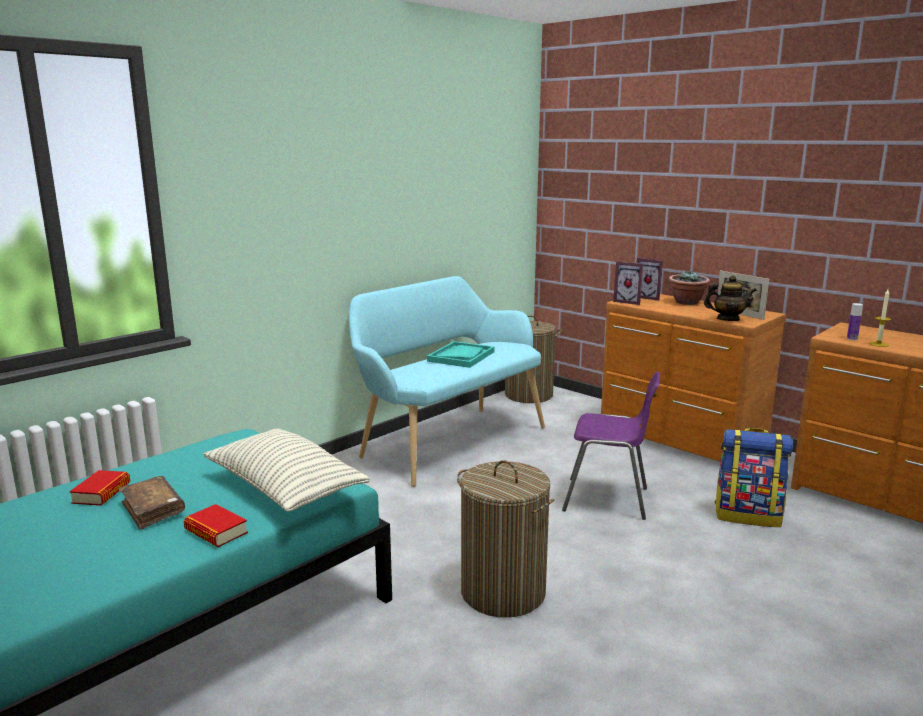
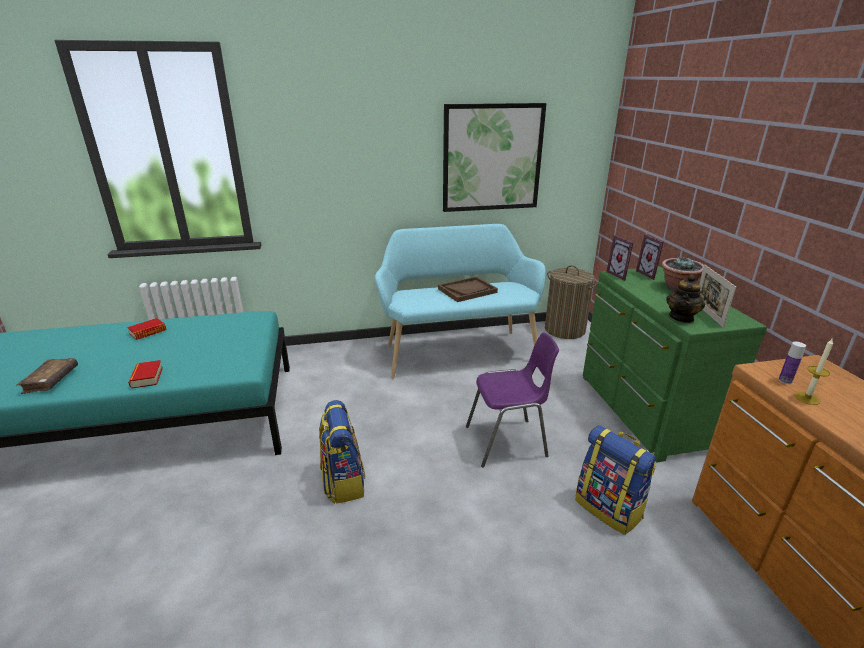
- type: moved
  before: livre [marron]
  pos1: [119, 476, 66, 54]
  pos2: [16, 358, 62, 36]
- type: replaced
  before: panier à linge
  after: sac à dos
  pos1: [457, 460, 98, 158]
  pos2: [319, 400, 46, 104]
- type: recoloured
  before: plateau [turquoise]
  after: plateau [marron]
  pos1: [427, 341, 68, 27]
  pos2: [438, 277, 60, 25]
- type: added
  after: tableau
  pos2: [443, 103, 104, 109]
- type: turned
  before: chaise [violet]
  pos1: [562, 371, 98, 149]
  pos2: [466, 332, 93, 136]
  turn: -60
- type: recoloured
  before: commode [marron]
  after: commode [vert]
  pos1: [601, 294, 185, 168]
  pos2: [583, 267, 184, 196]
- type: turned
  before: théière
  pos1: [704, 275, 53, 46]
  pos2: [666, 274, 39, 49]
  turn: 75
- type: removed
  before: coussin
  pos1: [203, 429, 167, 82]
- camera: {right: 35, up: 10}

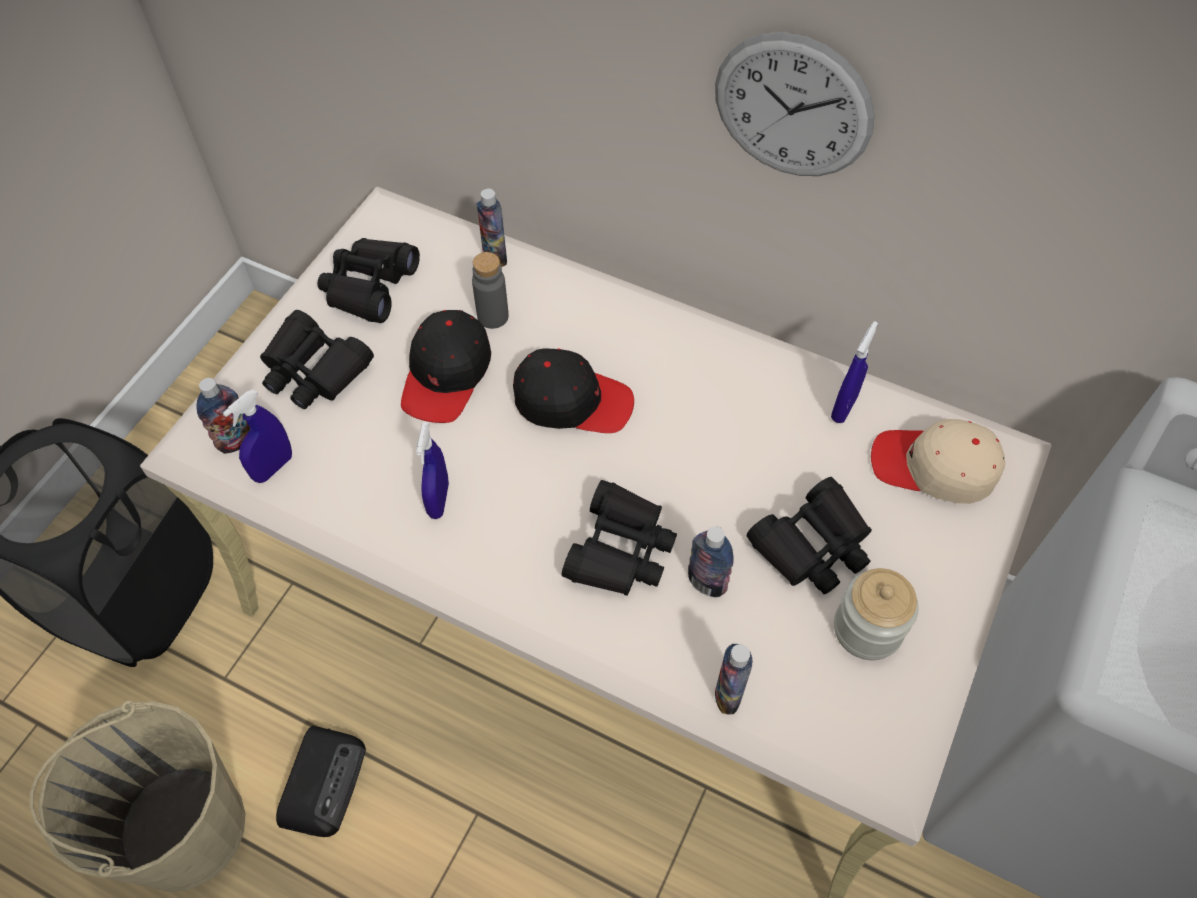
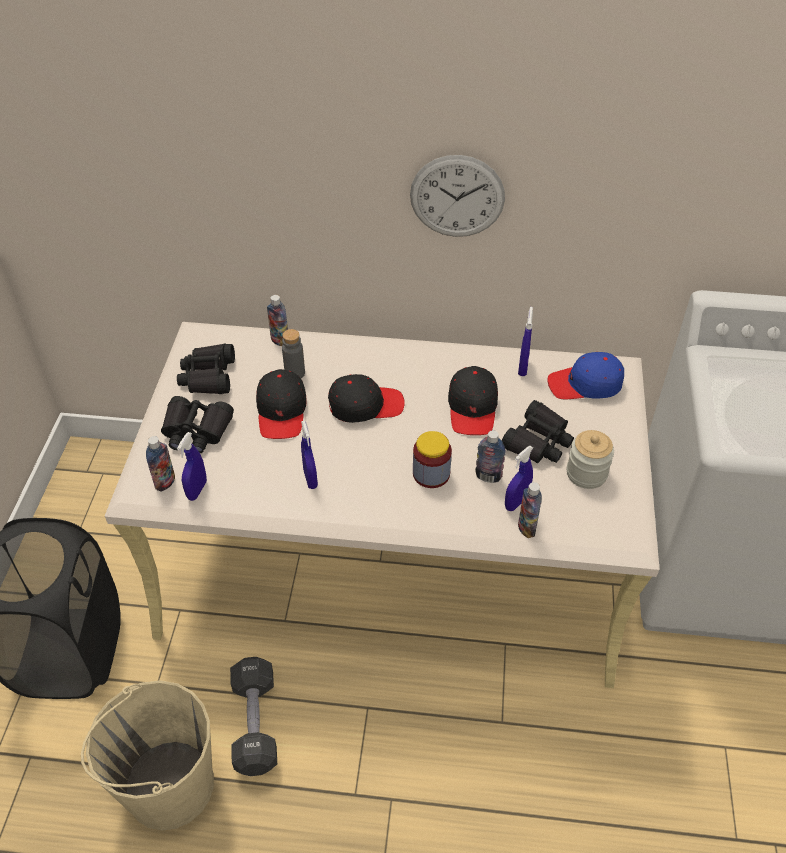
- type: replaced
  before: radio
  after: haltère [noir]
  pos1: [276, 726, 90, 111]
  pos2: [230, 657, 47, 119]
- type: replaced
  before: jumelles [noir]
  after: bocal
  pos1: [562, 480, 115, 116]
  pos2: [413, 431, 39, 57]
- type: added
  after: casquette [noir]
  pos2: [448, 366, 50, 69]
- type: added
  after: vaporisateur [bleu]
  pos2: [505, 446, 28, 65]
- type: recoloured
  before: casquette [beige]
  after: casquette [bleu]
  pos1: [871, 419, 134, 85]
  pos2: [547, 352, 77, 48]
- camera: {right: -20, up: -10}

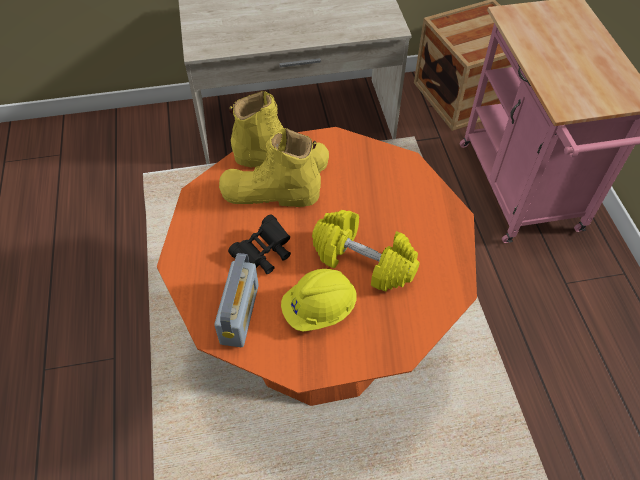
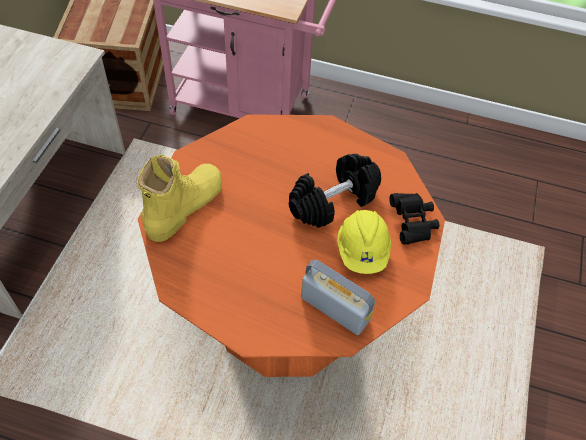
- type: recoloured
  before: haltère [jaune]
  after: haltère [noir]
  pos1: [312, 210, 108, 82]
  pos2: [289, 154, 92, 74]
- type: moved
  before: jumelles [noir]
  pos1: [228, 215, 63, 59]
  pos2: [389, 193, 51, 52]
- type: removed
  before: botte [jaune]
  pos1: [219, 128, 102, 79]
- camera: {right: -65, up: 0}

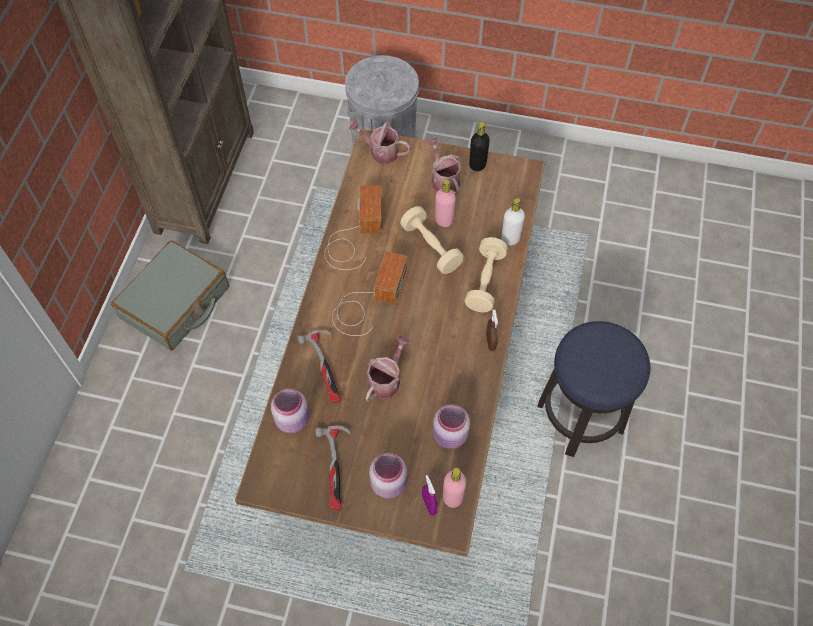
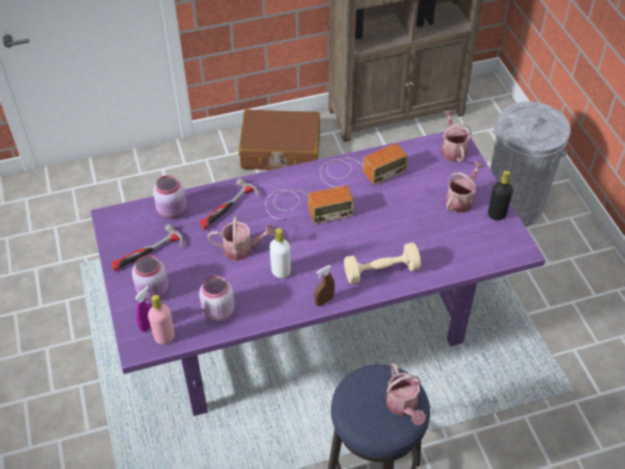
- type: recoloured
  before: table à manger [marron]
  after: table à manger [violet]
  pos1: [235, 129, 310, 427]
  pos2: [91, 127, 454, 289]
- type: recoloured
  before: valise [gris]
  after: valise [marron]
  pos1: [111, 240, 118, 111]
  pos2: [239, 109, 81, 62]
- type: moved
  before: bouteille [blanc]
  pos1: [501, 198, 24, 47]
  pos2: [269, 228, 22, 50]
- type: added
  after: arrosoir
  pos2: [386, 363, 40, 62]
- type: removed
  before: haltère [beige]
  pos1: [400, 206, 64, 68]
- type: removed
  before: bouteille [rose]
  pos1: [435, 179, 21, 48]
- camera: {right: 60, up: -10}

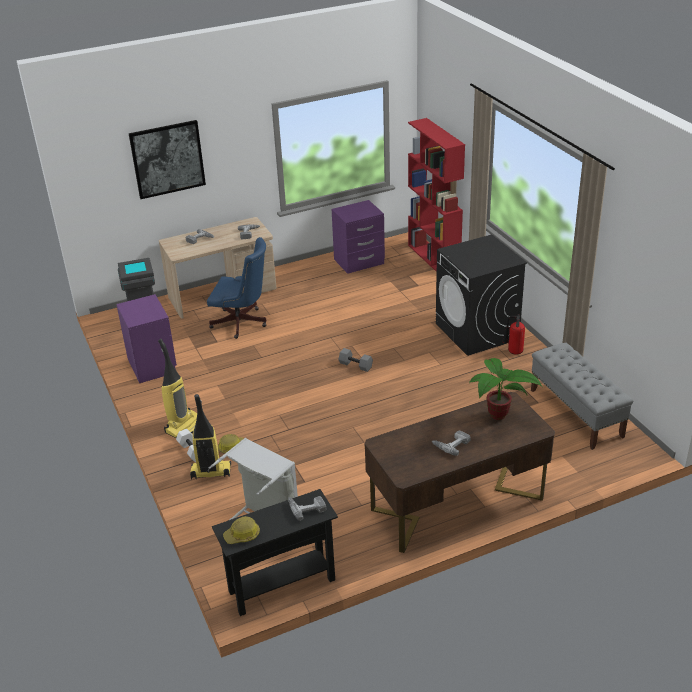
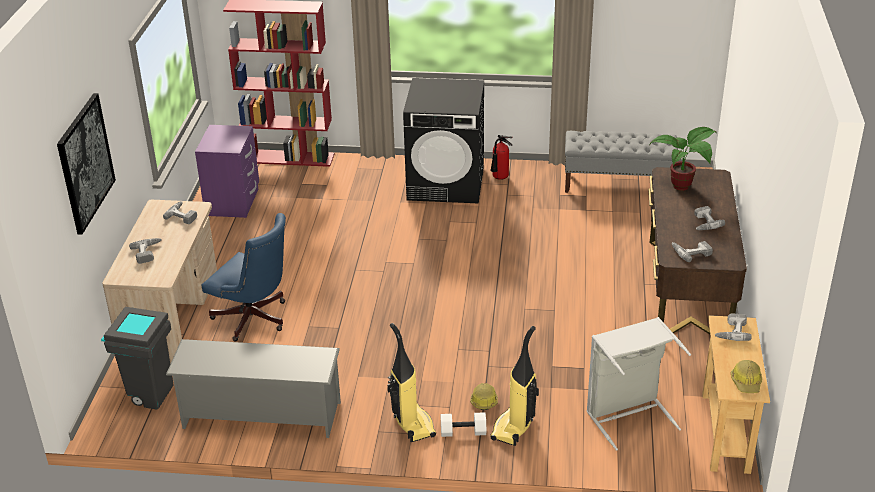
- type: replaced
  before: table de chevet [violet]
  after: étagère à chaussures [gris]
  pos1: [116, 294, 61, 89]
  pos2: [166, 339, 175, 99]
- type: turned
  before: chaise de bureau [bleu]
  pos1: [207, 237, 59, 102]
  pos2: [201, 213, 85, 129]
  turn: 75
- type: added
  after: perceuse
  pos2: [672, 241, 41, 21]
- type: recoloured
  before: table console [noir]
  after: table console [beige]
  pos1: [212, 489, 126, 127]
  pos2: [702, 315, 68, 159]
- type: removed
  before: haltère [gris]
  pos1: [338, 348, 35, 24]
- camera: {right: -60, up: 0}

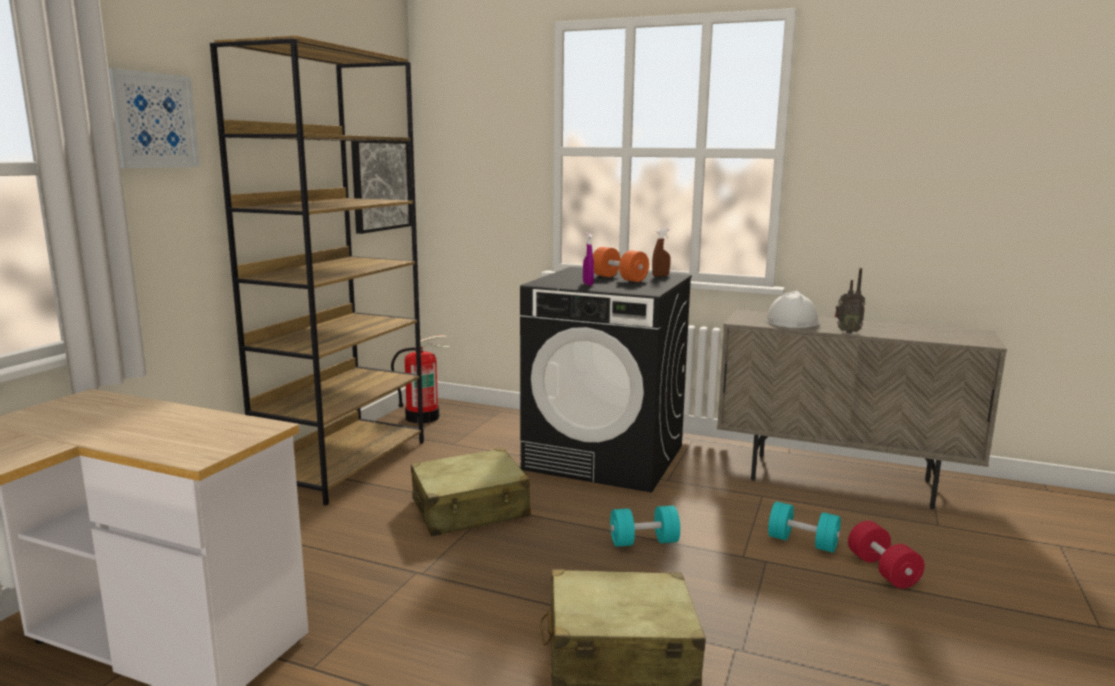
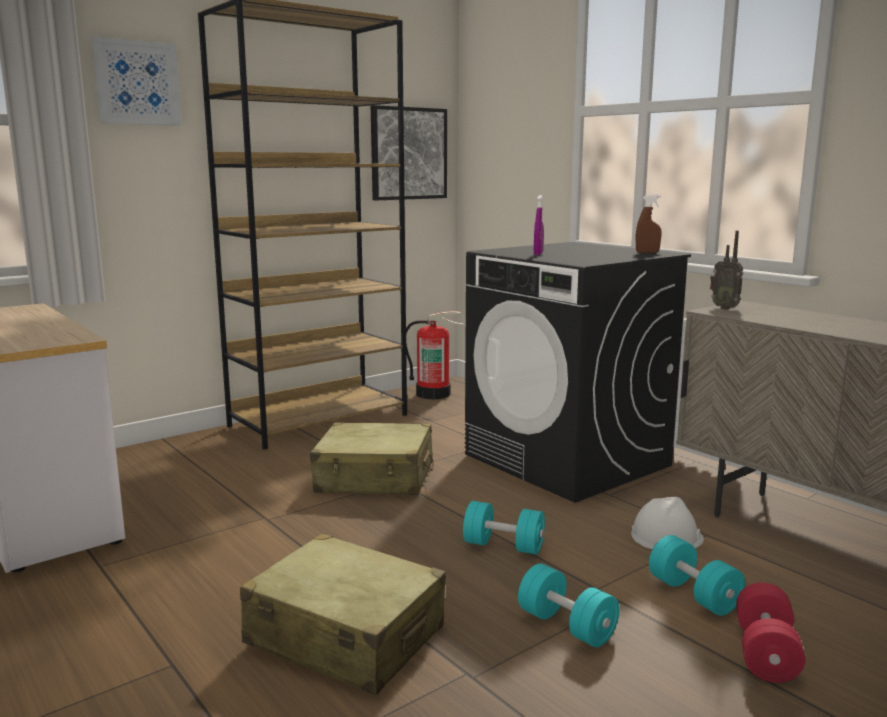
- type: added
  after: haltère [turquoise]
  pos2: [518, 563, 101, 84]
- type: moved
  before: casque de chantier [blanc]
  pos1: [766, 291, 54, 37]
  pos2: [631, 497, 73, 52]
- type: moved
  before: radio
  pos1: [835, 268, 30, 66]
  pos2: [710, 231, 33, 79]
- type: removed
  before: haltère [orange]
  pos1: [593, 247, 56, 35]
- camera: {right: 30, up: 0}

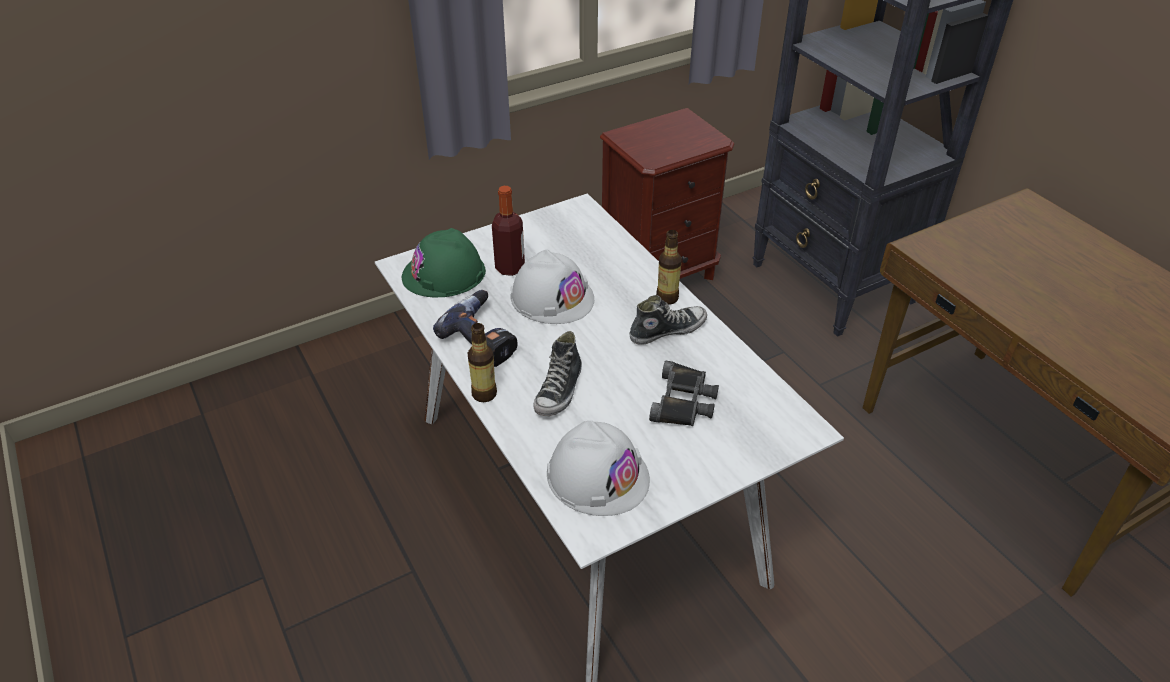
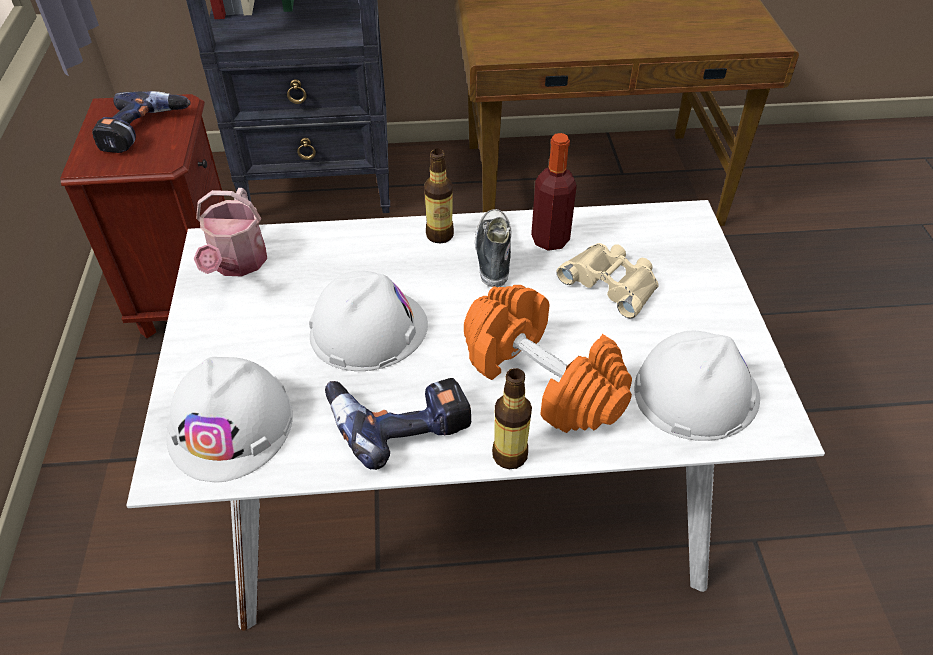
- type: added
  after: perceuse
  pos2: [92, 91, 98, 62]
- type: recoloured
  before: casque de chantier [vert]
  after: casque de chantier [blanc]
  pos1: [402, 228, 84, 69]
  pos2: [166, 357, 127, 126]
- type: added
  after: arrosoir
  pos2: [194, 188, 73, 88]
- type: replaced
  before: chaussure
  after: haltère [orange]
  pos1: [534, 331, 48, 85]
  pos2: [464, 285, 168, 148]
- type: moved
  before: bouteille
  pos1: [492, 186, 33, 90]
  pos2: [531, 133, 46, 118]
- type: recoloured
  before: jumelles [noir]
  after: jumelles [beige]
  pos1: [649, 361, 70, 65]
  pos2: [557, 243, 102, 76]
- camera: {right: -65, up: 5}

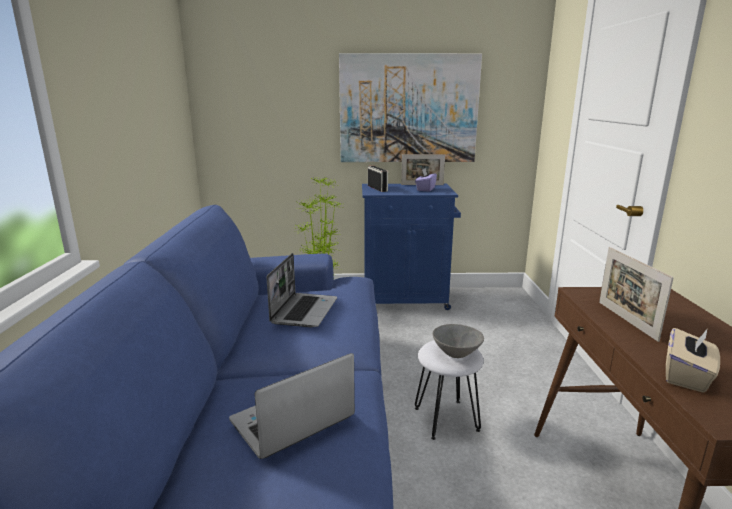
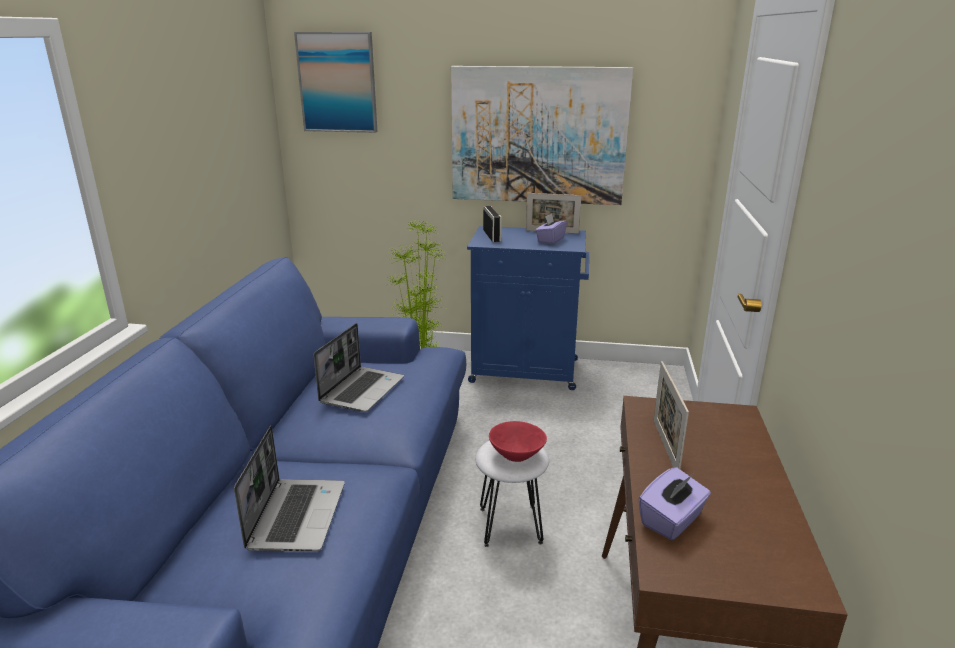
- type: turned
  before: ordinateur portable
  pos1: [229, 353, 126, 106]
  pos2: [234, 426, 111, 125]
  turn: 120
- type: added
  after: tableau
  pos2: [294, 32, 83, 101]
- type: recoloured
  before: bol [gris]
  after: bol [rouge]
  pos1: [432, 324, 52, 34]
  pos2: [489, 421, 58, 41]
- type: recoloured
  before: boîte à mouchoirs [beige]
  after: boîte à mouchoirs [violet]
  pos1: [666, 327, 54, 66]
  pos2: [639, 467, 72, 73]
- camera: {right: 10, up: 5}

